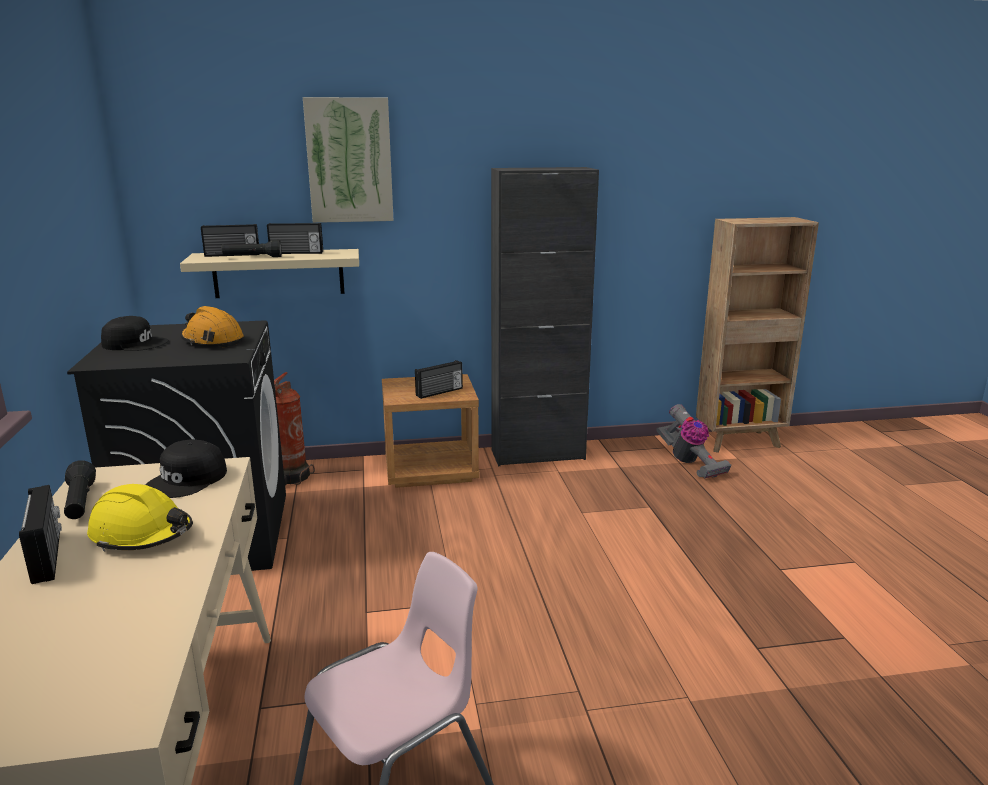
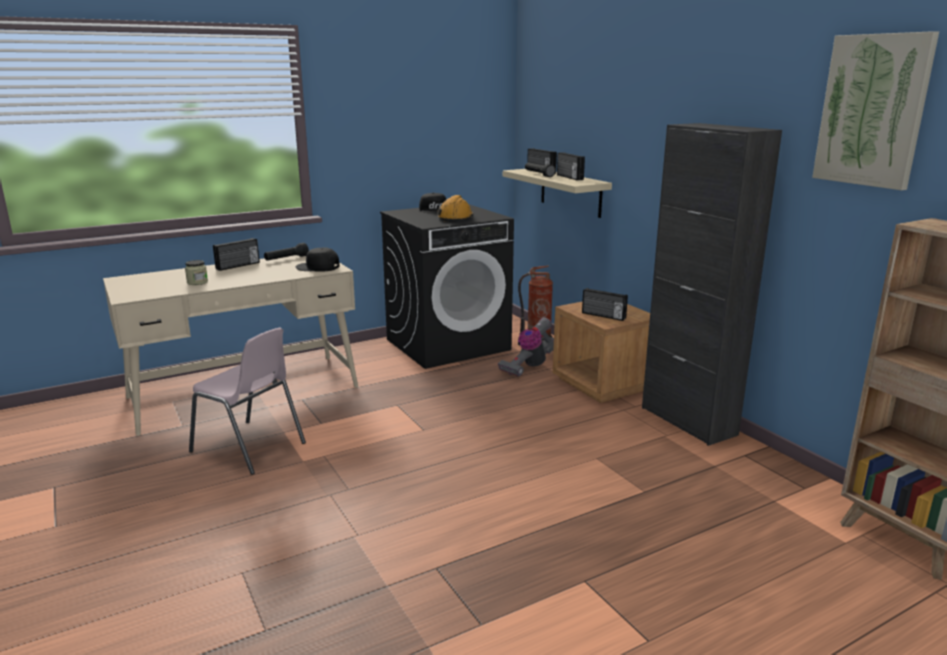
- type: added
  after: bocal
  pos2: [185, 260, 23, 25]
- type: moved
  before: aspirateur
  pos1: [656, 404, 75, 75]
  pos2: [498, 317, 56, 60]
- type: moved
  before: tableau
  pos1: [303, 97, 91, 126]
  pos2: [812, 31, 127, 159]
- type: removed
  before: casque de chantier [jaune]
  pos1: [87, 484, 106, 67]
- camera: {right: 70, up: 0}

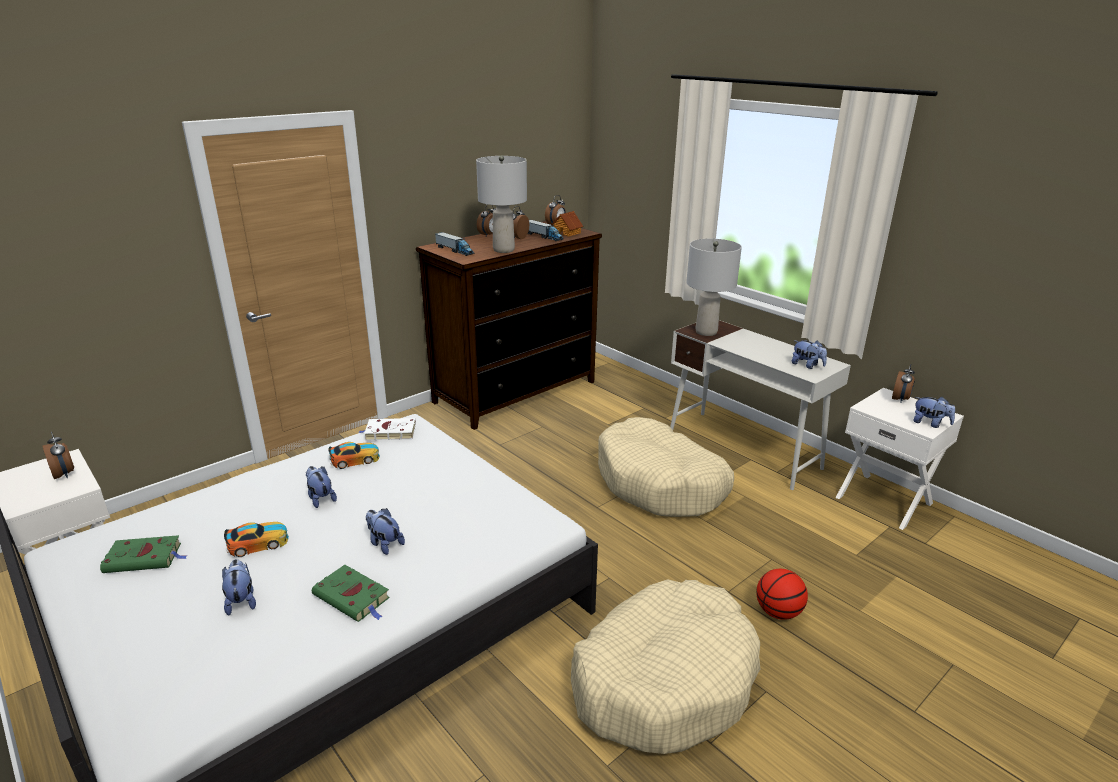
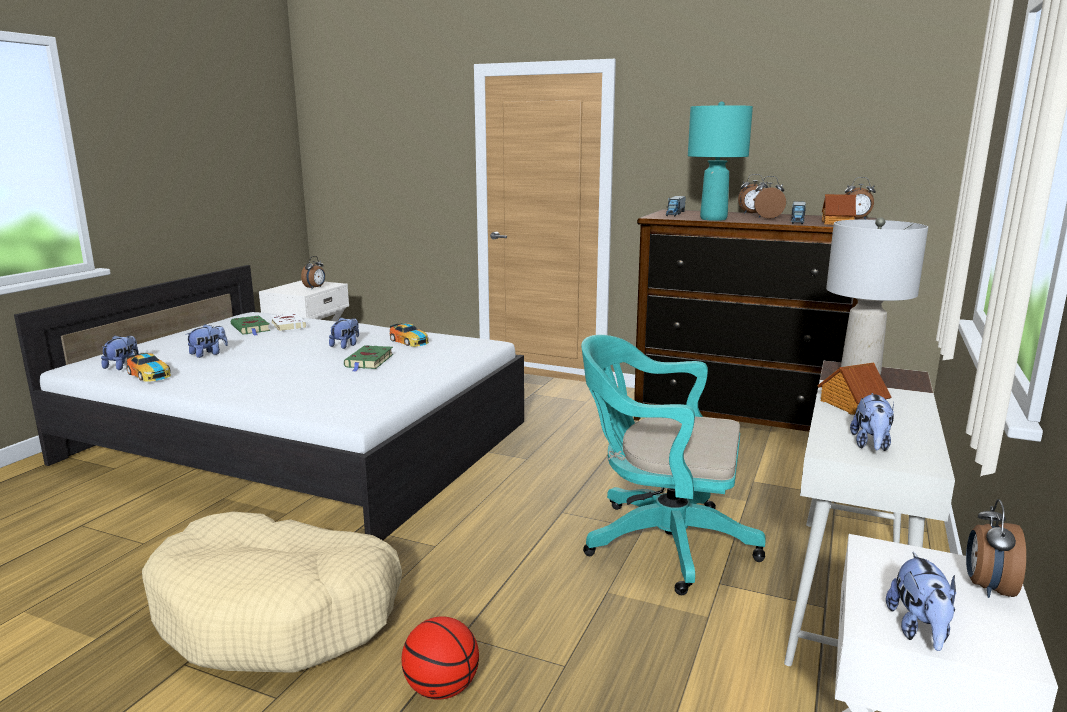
- type: moved
  before: peluche
  pos1: [366, 508, 39, 47]
  pos2: [101, 335, 38, 35]
- type: moved
  before: petite voiture
  pos1: [224, 522, 65, 35]
  pos2: [126, 353, 45, 29]
- type: moved
  before: livre [blanc]
  pos1: [359, 418, 57, 22]
  pos2: [270, 313, 37, 18]
- type: moved
  before: livre [vert]
  pos1: [312, 565, 78, 57]
  pos2: [344, 345, 49, 27]
- type: replaced
  before: panier pour chien [beige]
  after: chaise de bureau [turquoise]
  pos1: [598, 417, 136, 100]
  pos2: [581, 335, 184, 260]
- type: recoloured
  before: lampe de table [gris]
  after: lampe de table [turquoise]
  pos1: [476, 155, 51, 98]
  pos2: [688, 101, 65, 120]
- type: added
  after: maison miniature
  pos2: [817, 363, 75, 52]
- type: turned
  before: réveil
  pos1: [892, 364, 23, 39]
  pos2: [966, 499, 60, 99]
  turn: 105
- camera: {right: 65, up: -10}

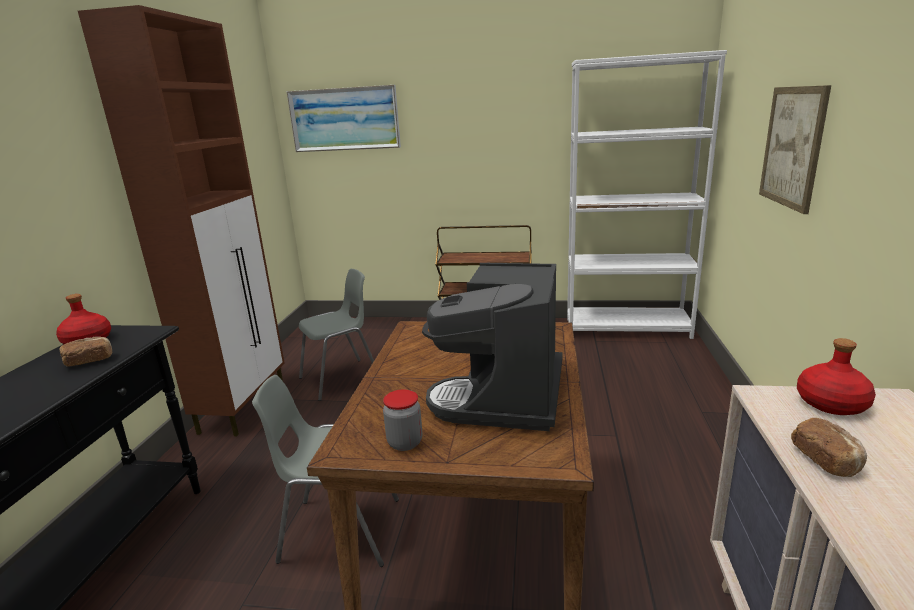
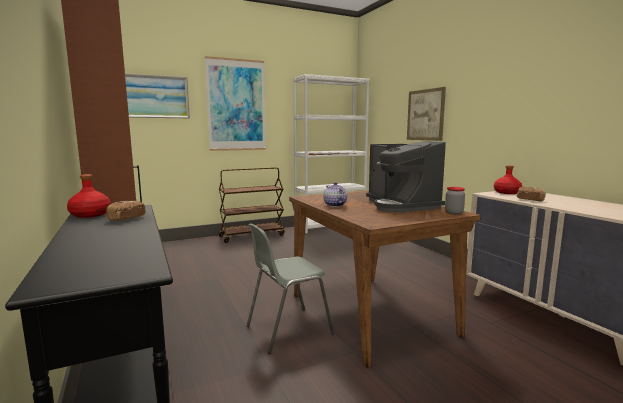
- type: added
  after: tableau
  pos2: [205, 56, 61, 95]
- type: added
  after: théière
  pos2: [323, 182, 24, 25]
- type: moved
  before: bocal
  pos1: [383, 389, 39, 62]
  pos2: [445, 187, 20, 28]
- type: removed
  before: chaise [gris]
  pos1: [299, 269, 75, 132]
- camera: {right: -35, up: -10}

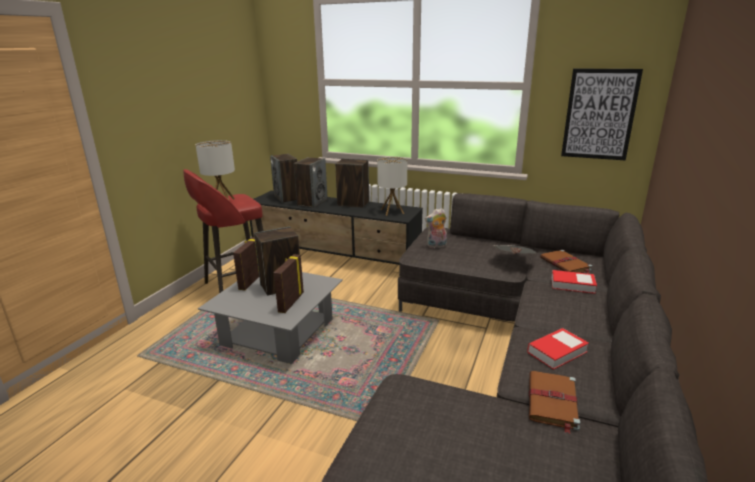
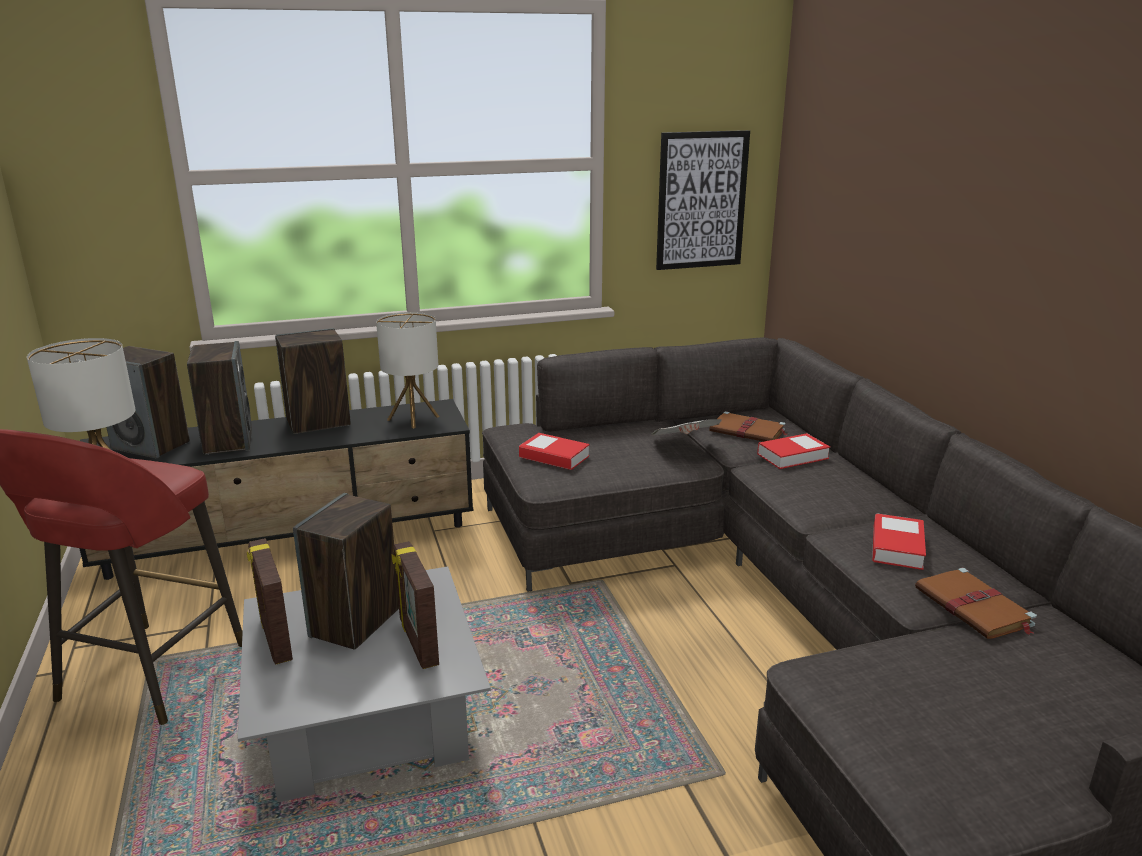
- type: replaced
  before: peluche
  after: livre
  pos1: [425, 208, 22, 40]
  pos2: [519, 433, 70, 37]
- camera: {right: -40, up: 0}

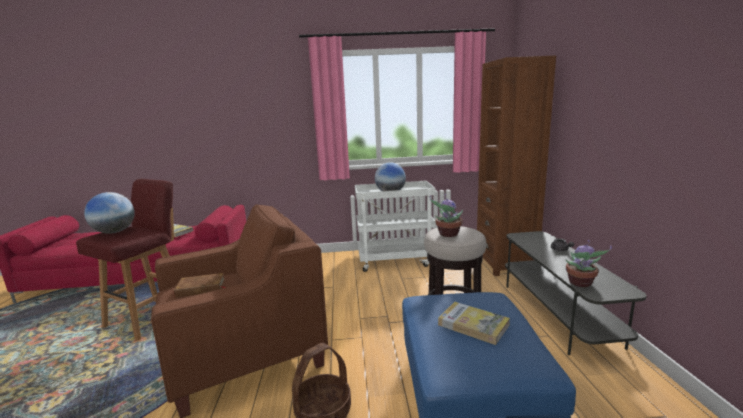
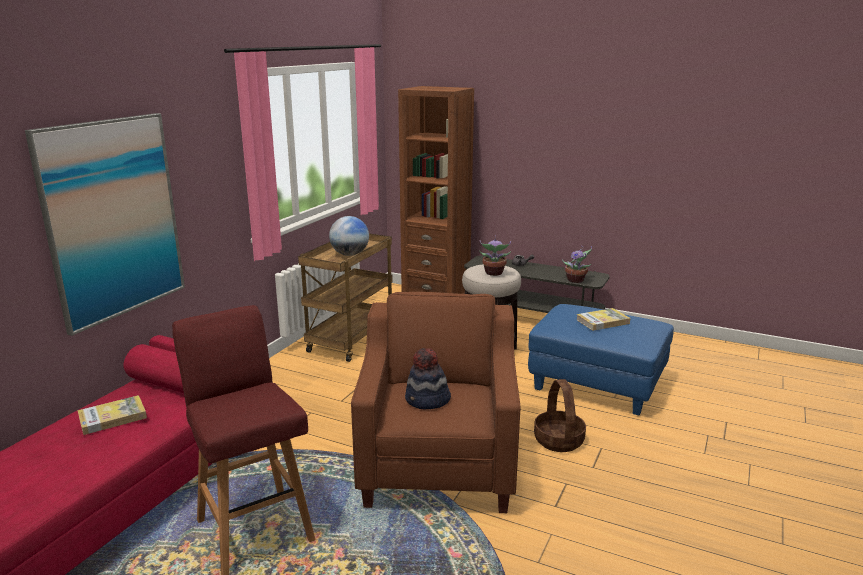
- type: added
  after: tableau
  pos2: [25, 113, 160, 223]
- type: recoloured
  before: chariot [blanc]
  after: chariot [marron]
  pos1: [355, 181, 81, 91]
  pos2: [298, 233, 95, 129]
- type: replaced
  before: livre [marron]
  after: chapeau
  pos1: [173, 273, 53, 24]
  pos2: [405, 348, 46, 61]
- type: removed
  before: globe
  pos1: [84, 192, 51, 42]
- camera: {right: -60, up: 5}

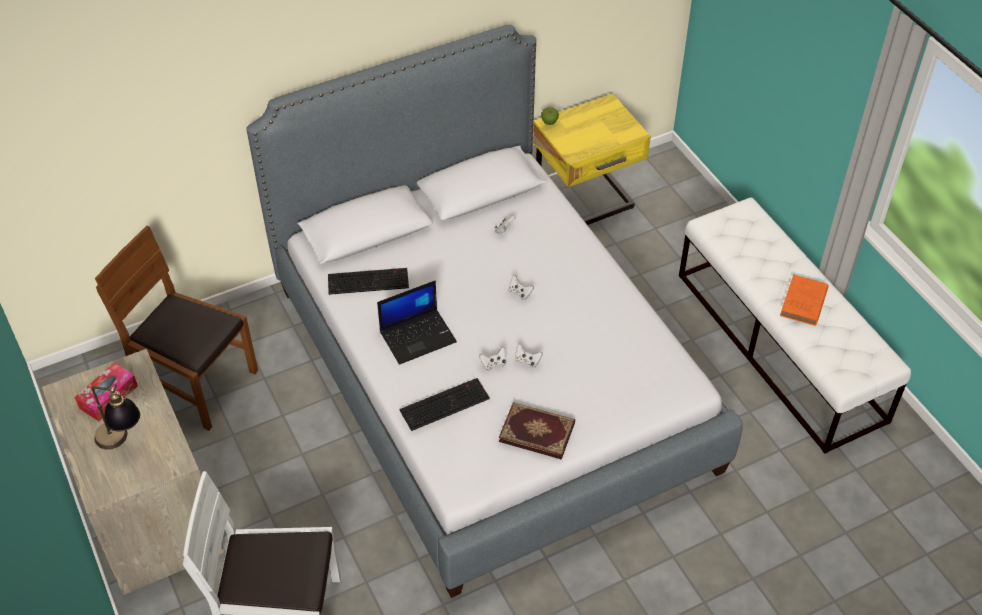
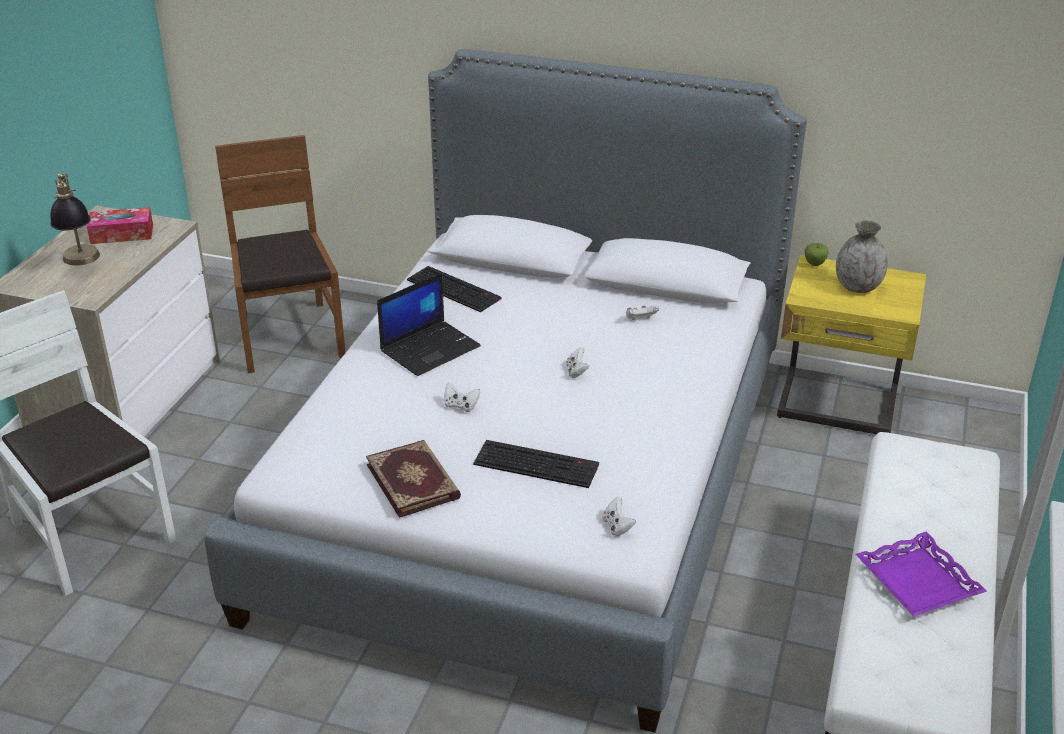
- type: turned
  before: ordinateur portable
  pos1: [377, 281, 80, 84]
  pos2: [377, 273, 104, 103]
  turn: -60
- type: moved
  before: clavier
  pos1: [400, 378, 90, 53]
  pos2: [473, 440, 126, 48]
- type: moved
  before: manette [blanc]
  pos1: [516, 344, 27, 24]
  pos2: [602, 497, 34, 40]
- type: added
  after: vase [gris]
  pos2: [836, 220, 52, 73]
- type: replaced
  before: livre [orange]
  after: plateau [violet]
  pos1: [780, 275, 48, 51]
  pos2: [855, 531, 132, 86]
- camera: {right: 45, up: -15}

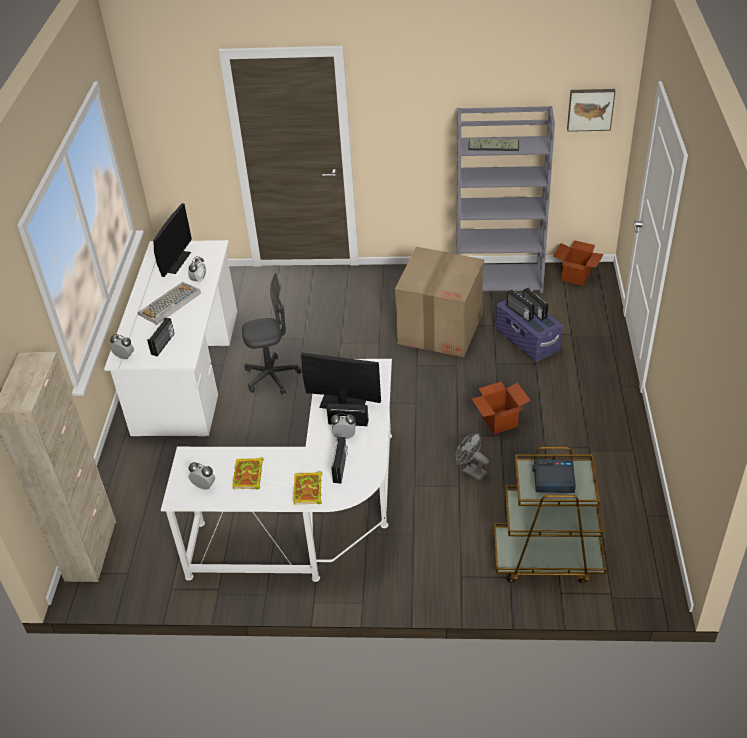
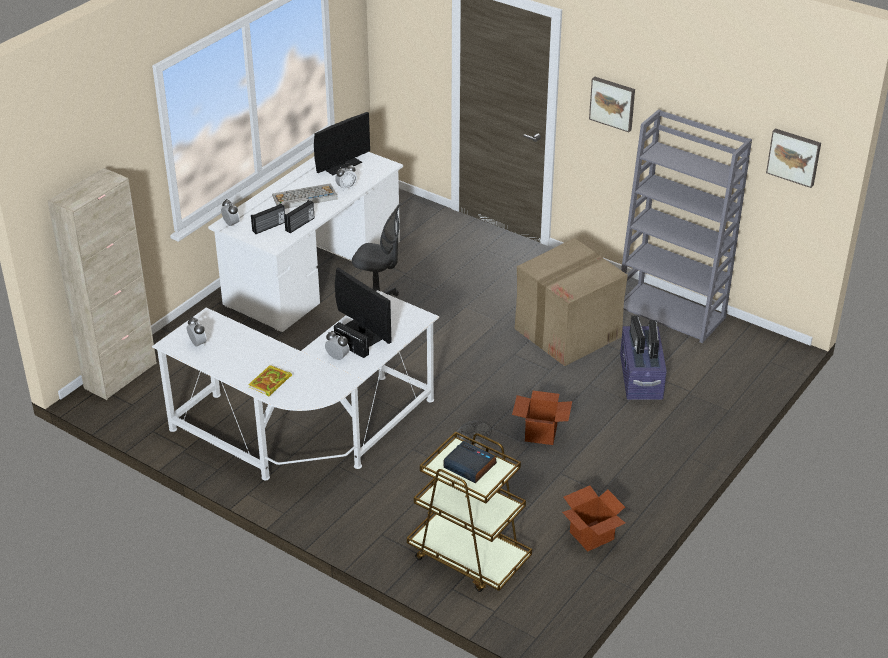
- type: moved
  before: radio
  pos1: [331, 437, 17, 47]
  pos2: [284, 200, 31, 33]
- type: moved
  before: carton
  pos1: [553, 240, 51, 46]
  pos2: [562, 486, 63, 65]
- type: added
  after: tableau
  pos2: [589, 77, 46, 55]
- type: removed
  before: livre
  pos1: [232, 457, 32, 33]
- type: removed
  before: clavier
  pos1: [468, 139, 51, 12]
- camera: {right: 30, up: -5}

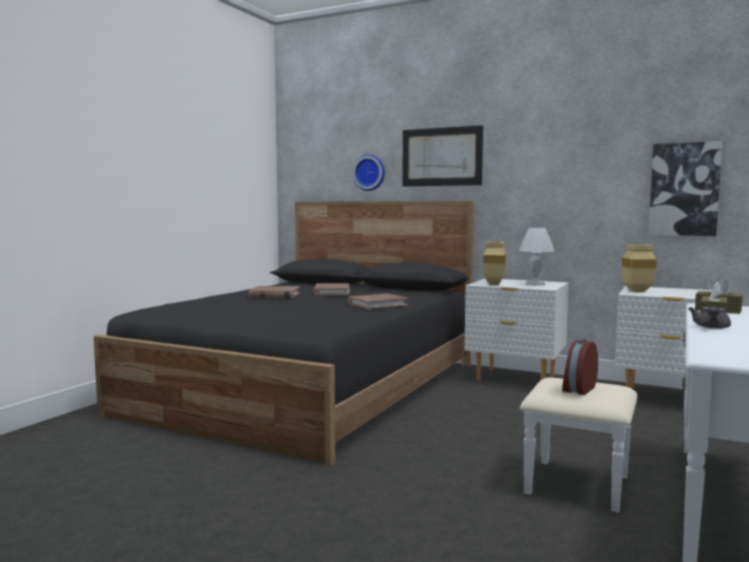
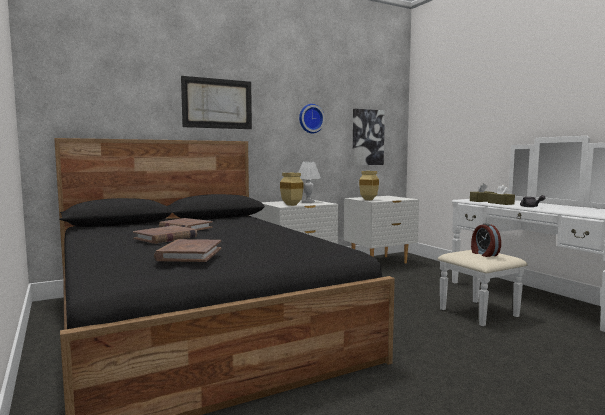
- type: moved
  before: livre [marron]
  pos1: [348, 293, 60, 17]
  pos2: [154, 239, 67, 23]
- type: moved
  before: horloge murale
  pos1: [353, 154, 32, 37]
  pos2: [299, 104, 26, 29]
- camera: {right: -55, up: 0}

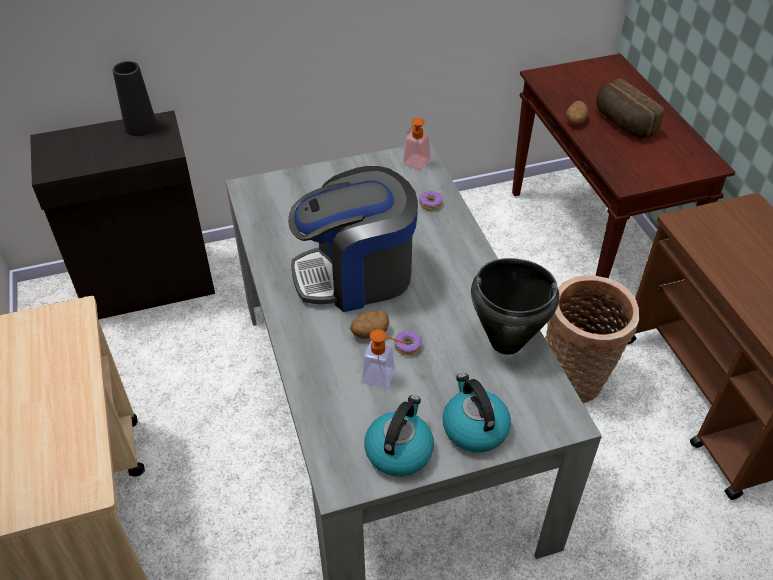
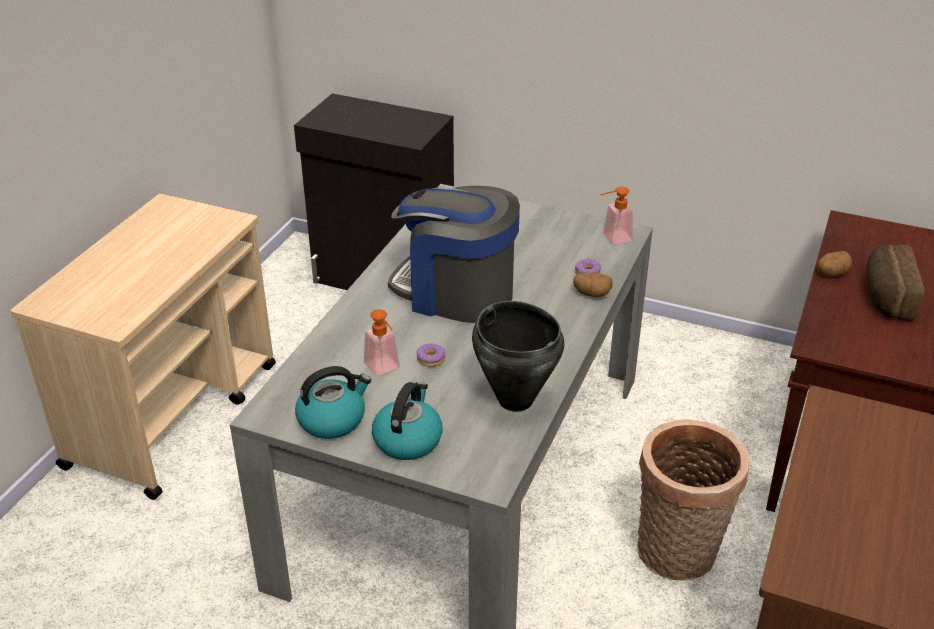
- type: moved
  before: pomme de terre
  pos1: [350, 310, 39, 29]
  pos2: [573, 272, 40, 25]
- type: removed
  before: vase [noir]
  pos1: [113, 61, 44, 75]
- camera: {right: 40, up: -10}

